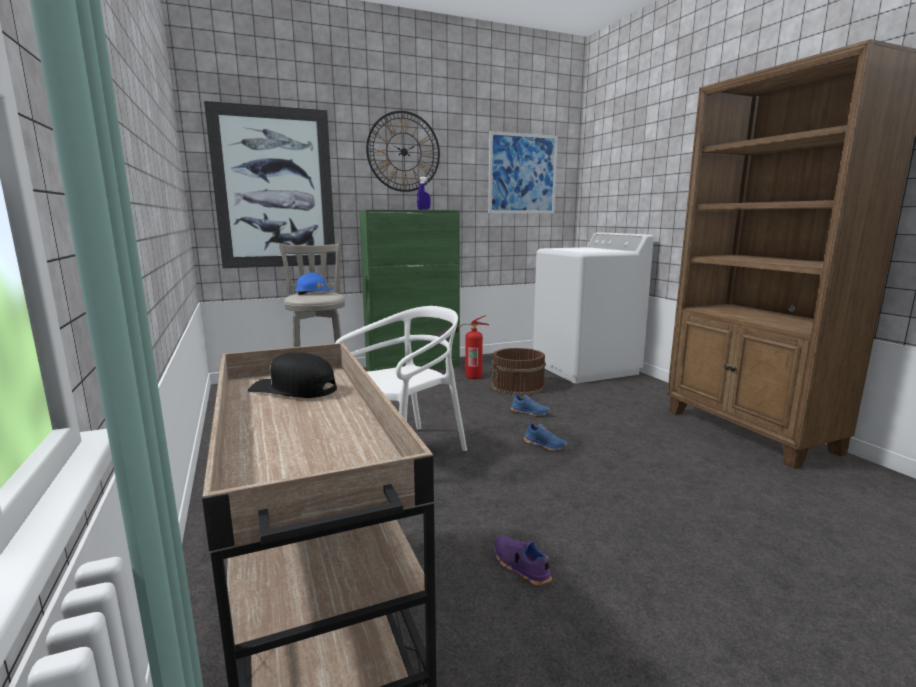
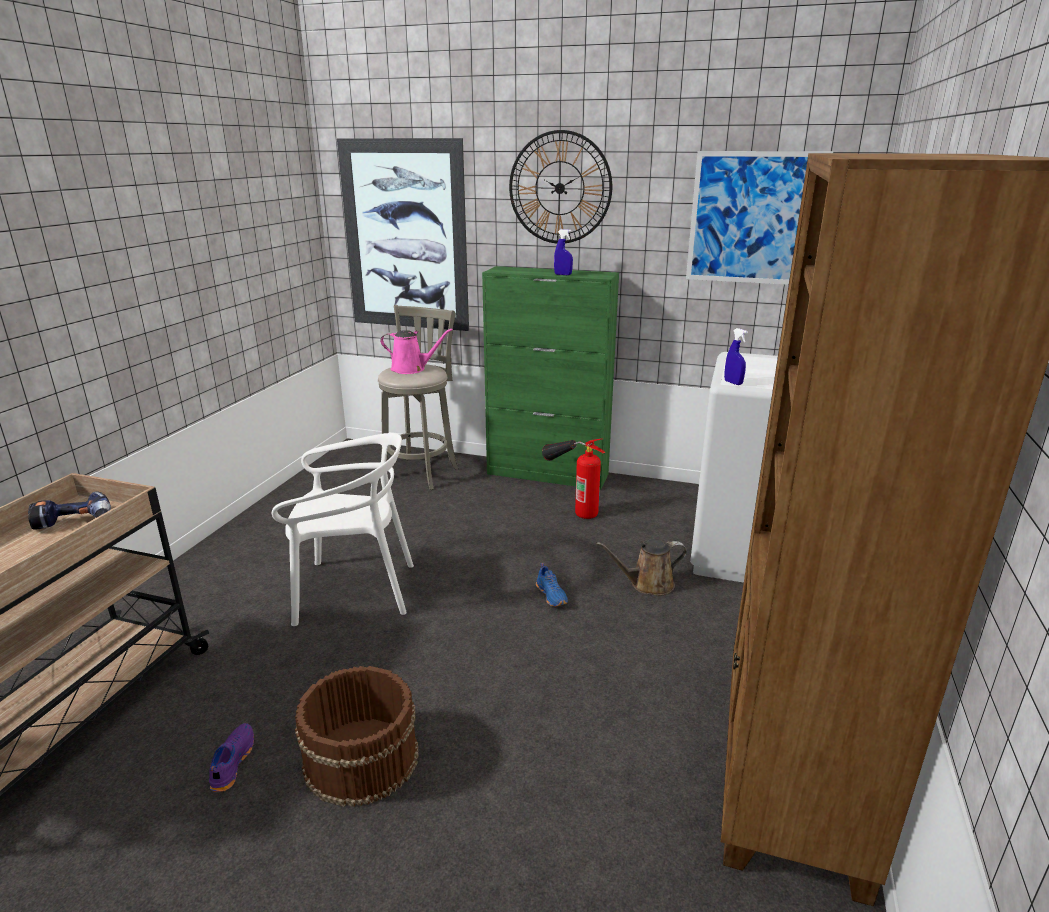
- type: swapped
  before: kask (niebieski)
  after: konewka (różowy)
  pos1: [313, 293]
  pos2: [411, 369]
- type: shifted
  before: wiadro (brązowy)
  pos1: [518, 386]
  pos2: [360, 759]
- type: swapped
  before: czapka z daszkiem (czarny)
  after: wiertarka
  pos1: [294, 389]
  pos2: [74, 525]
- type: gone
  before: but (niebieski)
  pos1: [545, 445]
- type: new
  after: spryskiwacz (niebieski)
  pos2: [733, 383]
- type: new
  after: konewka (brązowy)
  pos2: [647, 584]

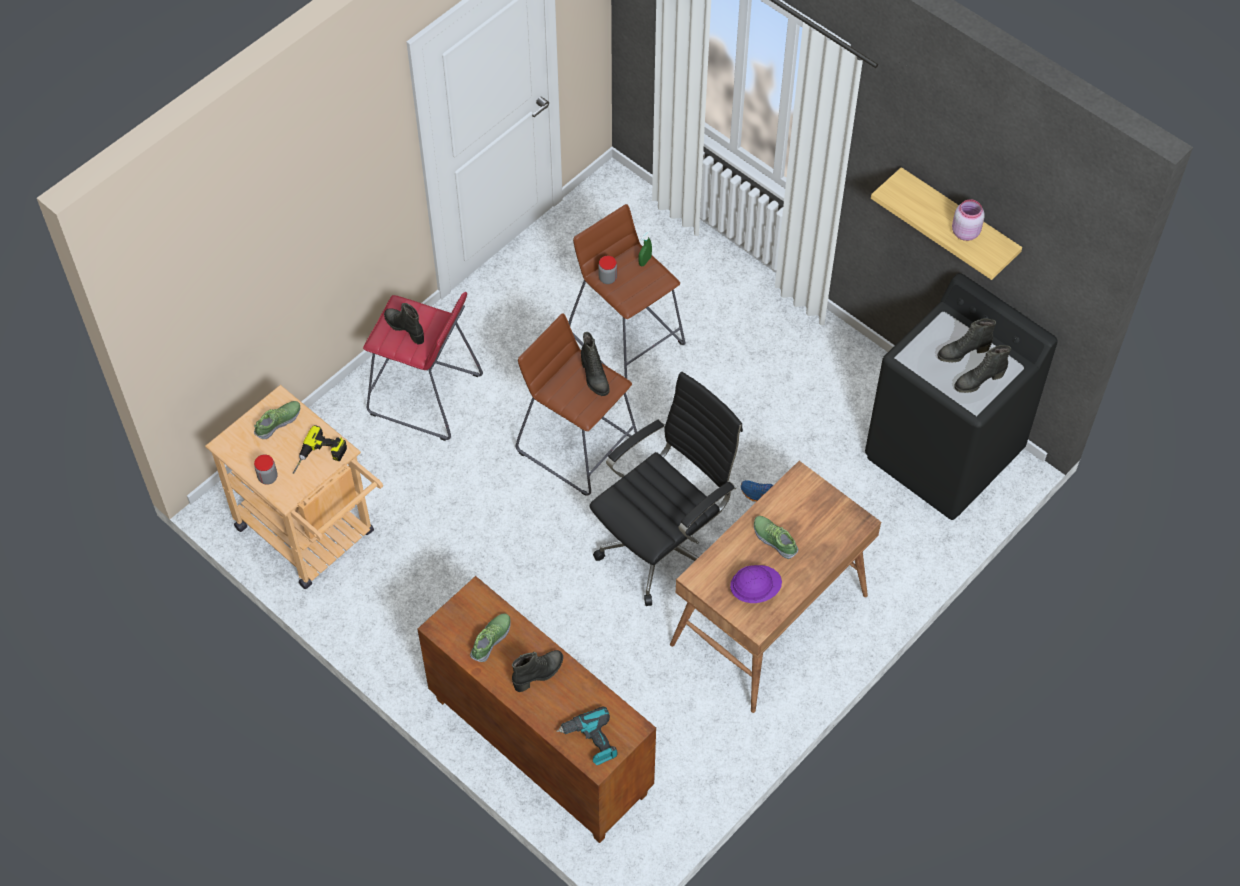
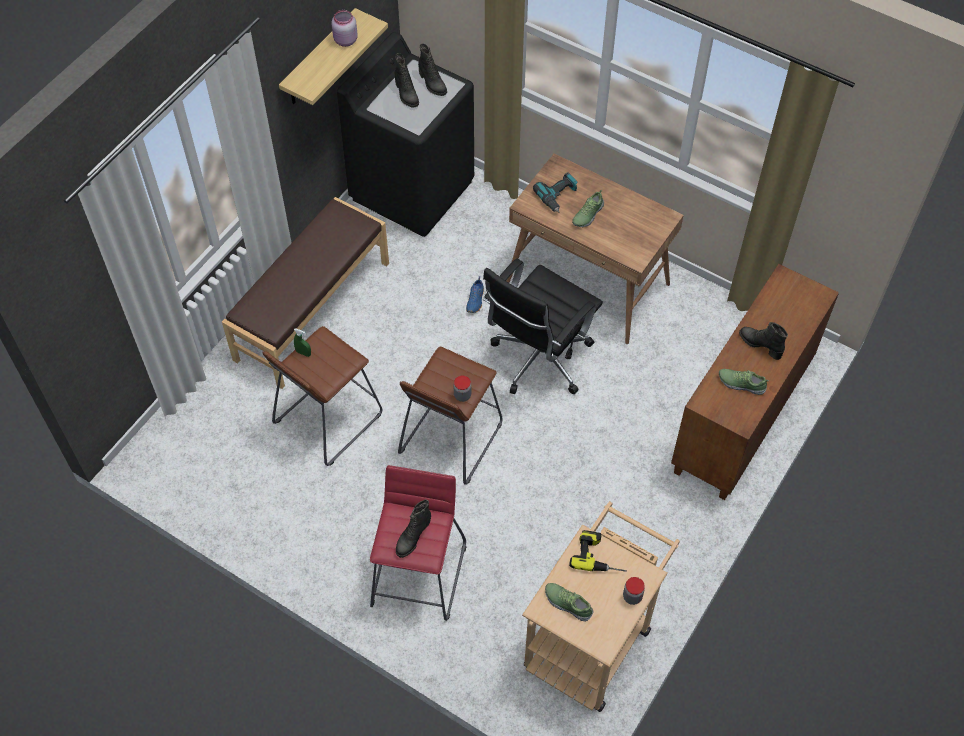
- type: shifted
  before: słoik
  pos1: [607, 278]
  pos2: [462, 395]
- type: gone
  before: but z cholewką (czarny)
  pos1: [594, 377]
- type: rotated
  before: krzesło biurowe (czarny)
  pos1: [663, 546]
  pos2: [538, 361]
  turn: -90
- type: gone
  before: kask (fioletowy)
  pos1: [755, 590]
- type: shifted
  before: wiertarka
  pos1: [591, 741]
  pos2: [558, 196]
- type: new
  after: ławka (brązowy)
  pos2: [311, 310]

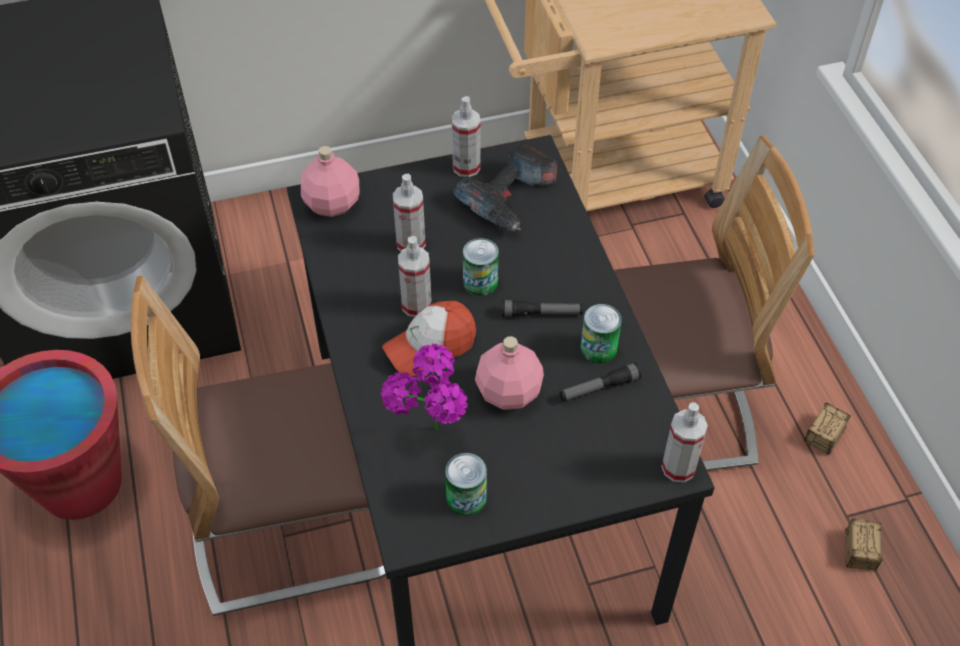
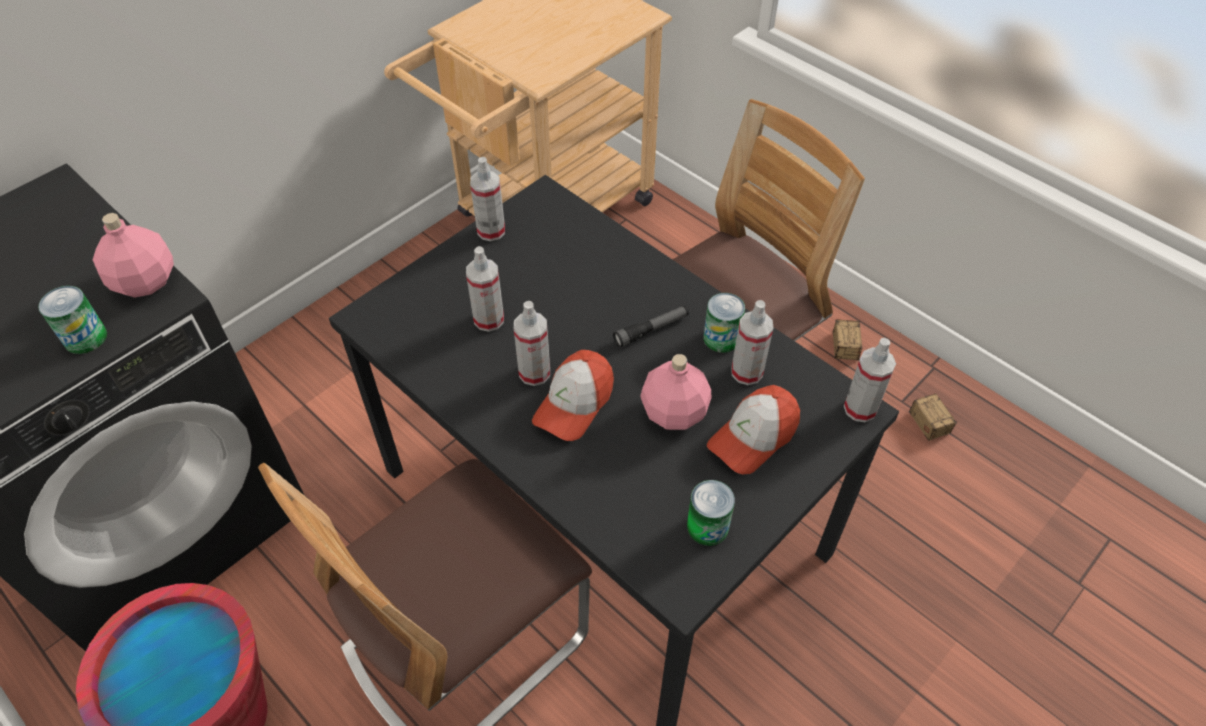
- type: gone
  before: wiertarka
  pos1: [510, 199]
- type: shifted
  before: butelka (różowy)
  pos1: [333, 204]
  pos2: [146, 282]
- type: shifted
  before: puszka
  pos1: [480, 282]
  pos2: [85, 337]
- type: gone
  before: roślina doniczkowa
  pos1: [431, 442]
- type: swapped
  before: latarka
  after: spryskiwacz
  pos1: [599, 388]
  pos2: [747, 372]
- type: new
  after: czapka z daszkiem
  pos2: [753, 437]

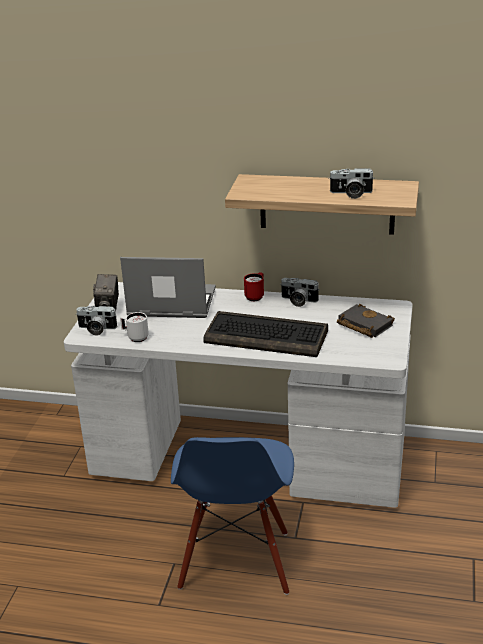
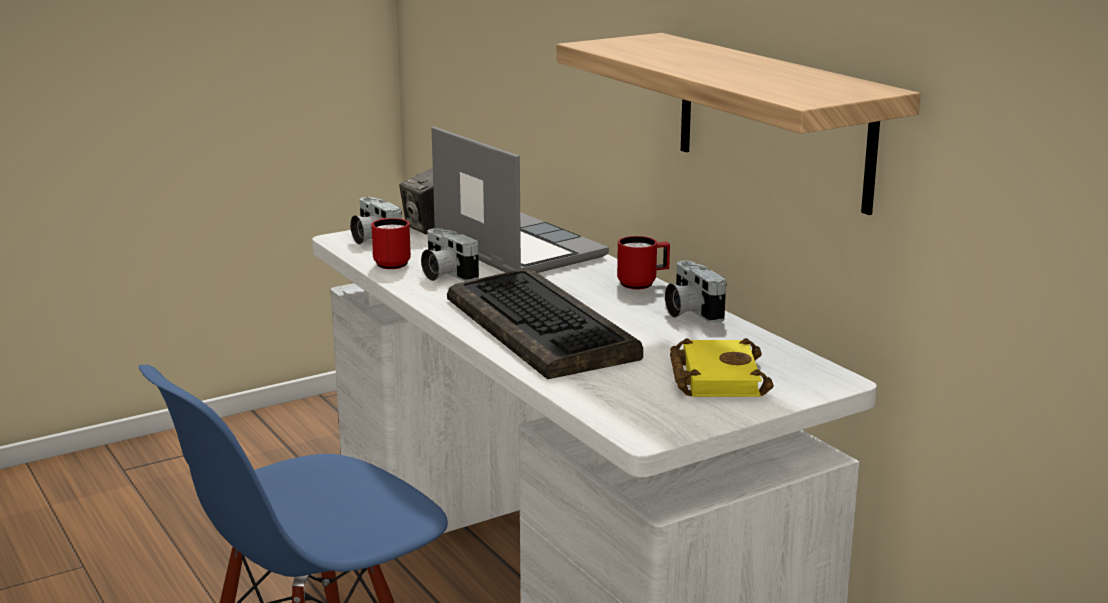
- type: shifted
  before: aparat fotograficzny
  pos1: [351, 194]
  pos2: [444, 274]
- type: repainted
  before: książka (czarny)
  after: książka (żółty)
  pos1: [363, 325]
  pos2: [714, 376]
- type: repainted
  before: kubek (biały)
  after: kubek (czerwony)
  pos1: [135, 337]
  pos2: [390, 262]

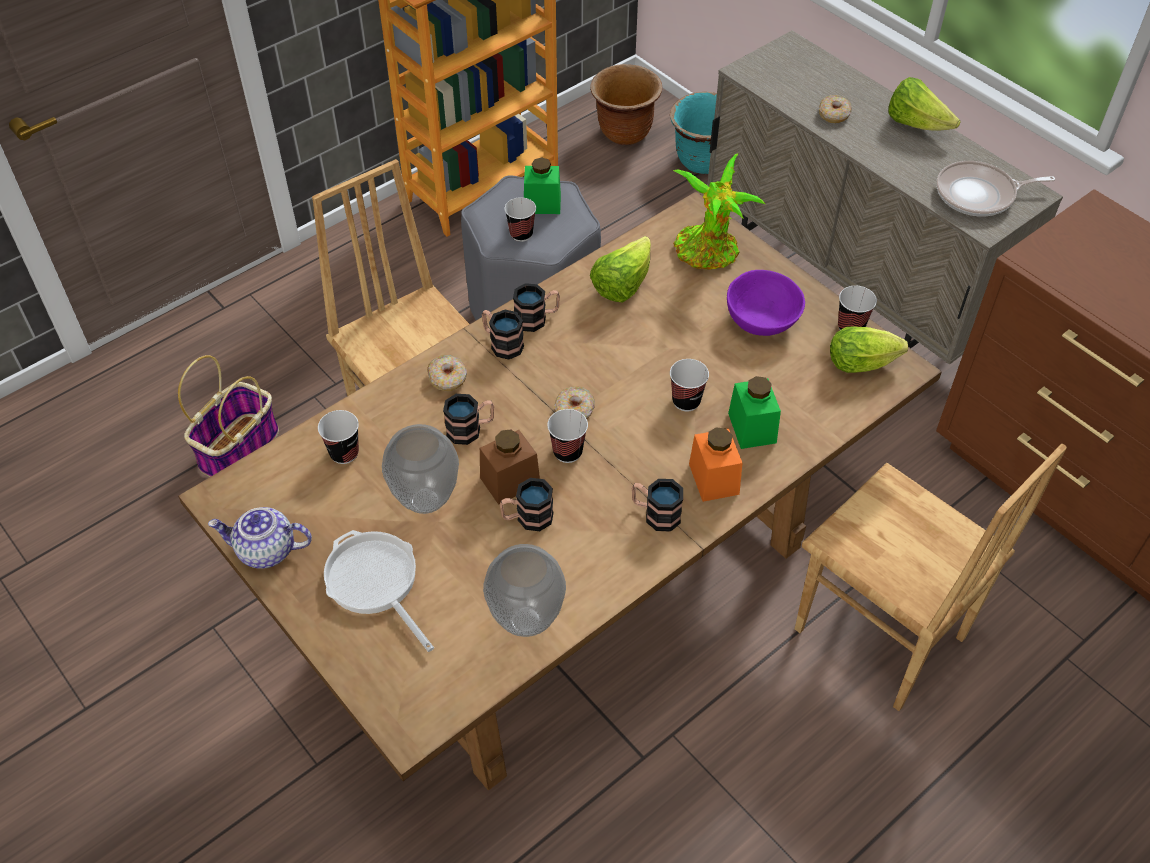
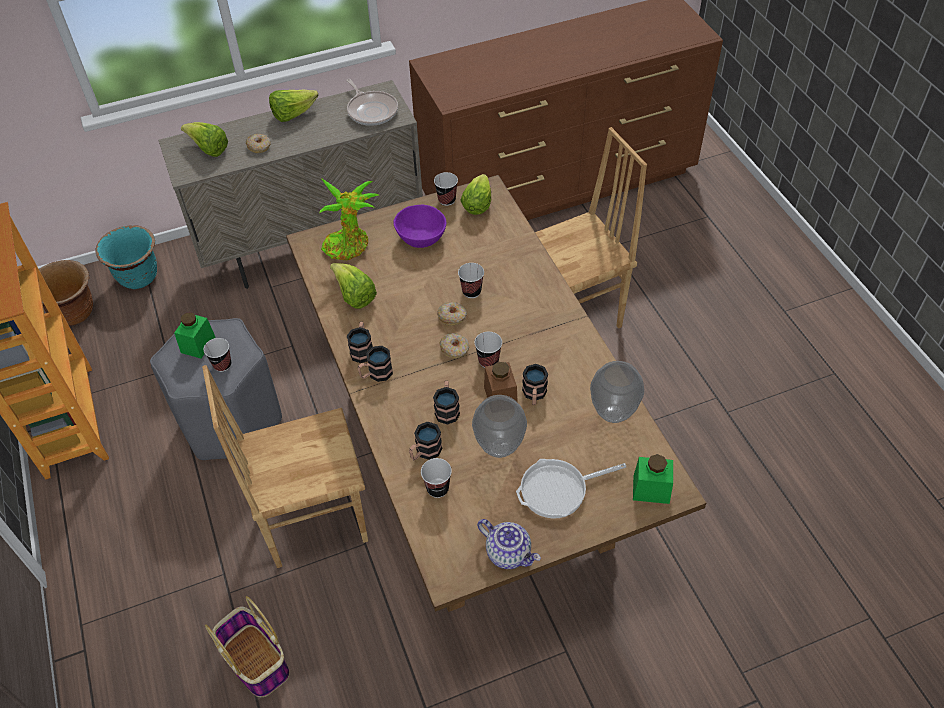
- type: rotated
  before: patelnia
  pos1: [979, 195]
  pos2: [371, 110]
  turn: -45
- type: shifted
  before: donut
  pos1: [448, 378]
  pos2: [452, 317]
- type: shifted
  before: słoik (zielony)
  pos1: [752, 428]
  pos2: [651, 489]
- type: gone
  before: słoik (pomarańczowy)
  pos1: [713, 479]
- type: shifted
  before: kubek
  pos1: [655, 514]
  pos2: [425, 452]
- type: rotated
  before: imbryk
  pos1: [265, 551]
  pos2: [509, 553]
  turn: -75
- type: new
  after: sałata
  pos2: [208, 149]

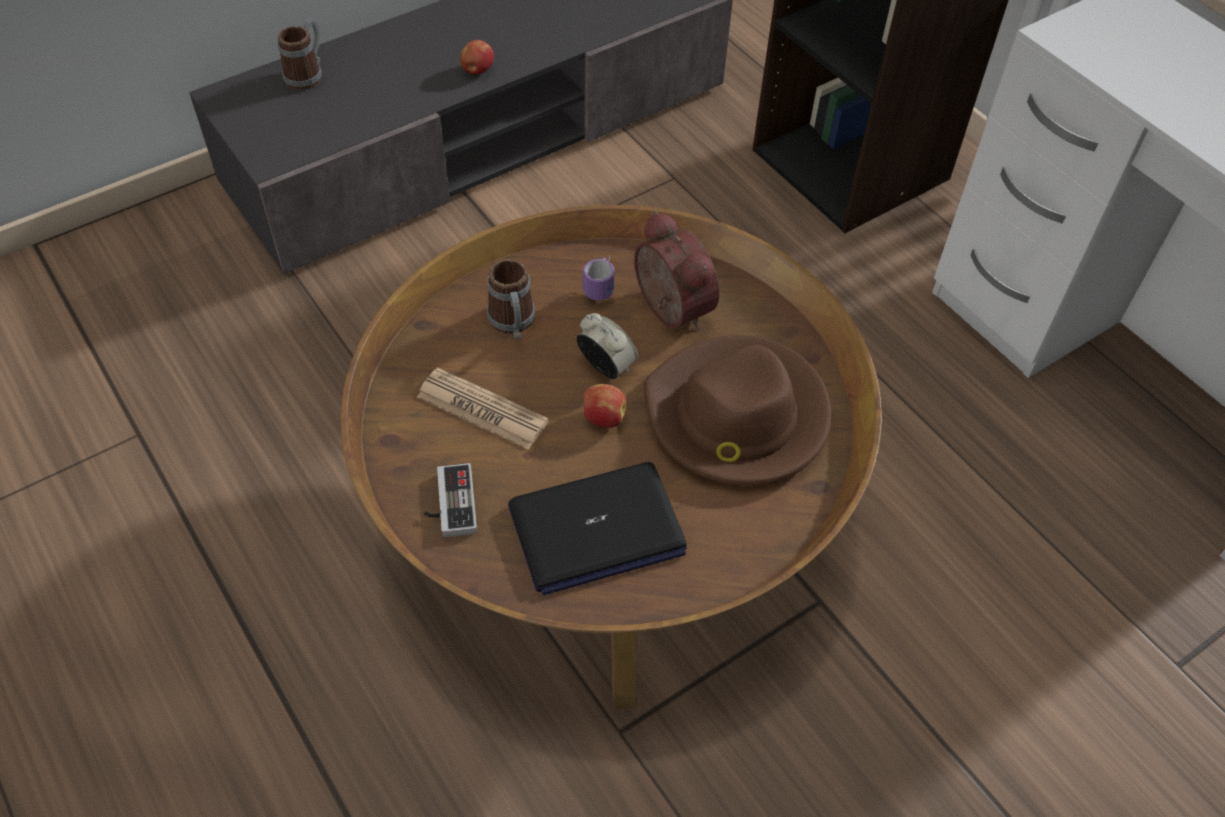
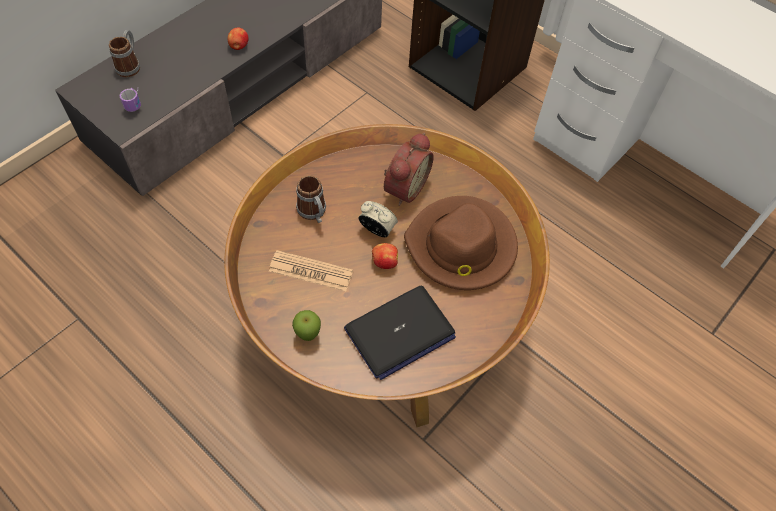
- type: rotated
  before: budzik
  pos1: [668, 310]
  pos2: [404, 187]
  turn: 75
- type: shifted
  before: kubek
  pos1: [602, 283]
  pos2: [136, 102]
- type: swapped
  before: pad do gier
  after: jabłko
  pos1: [449, 504]
  pos2: [308, 335]

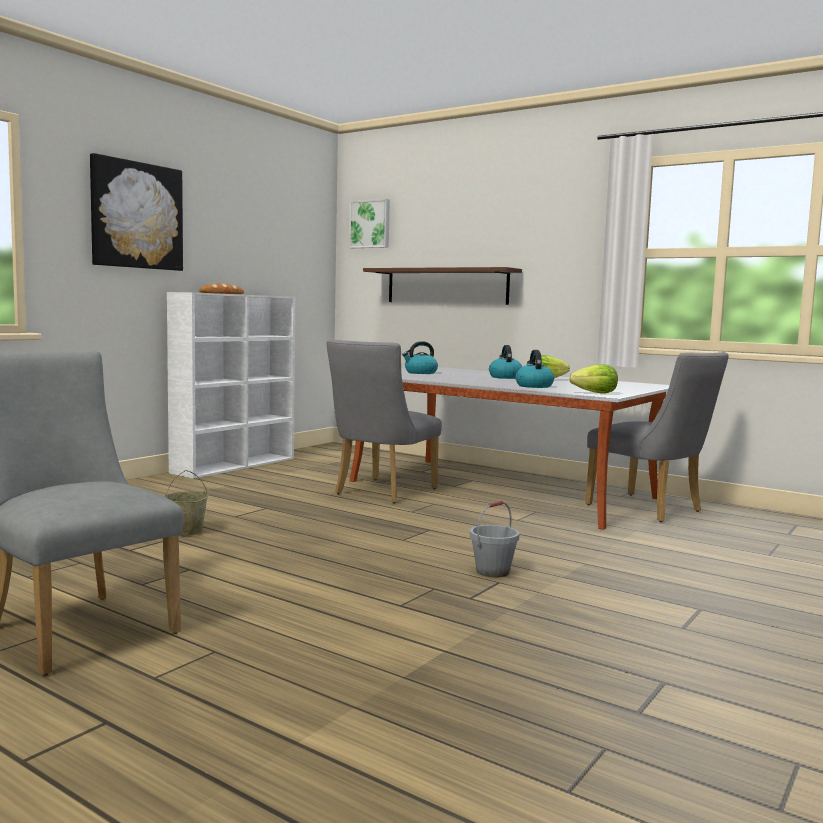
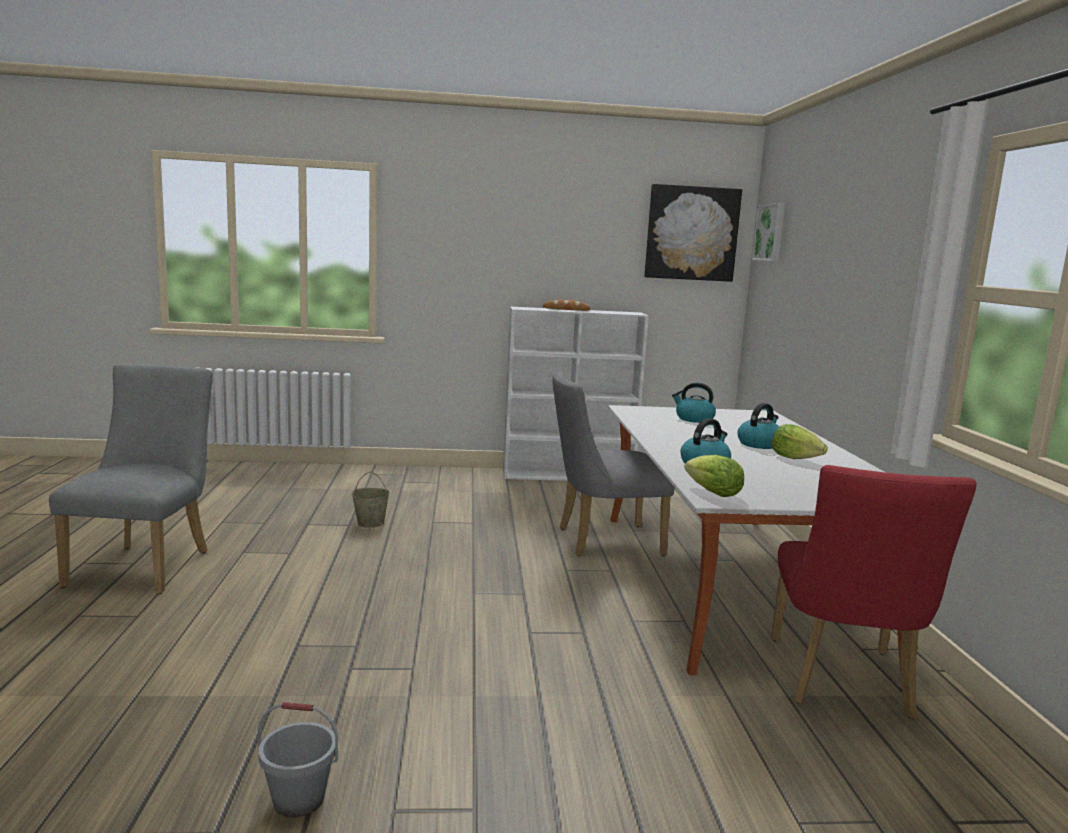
- type: shifted
  before: obraz
  pos1: [136, 215]
  pos2: [691, 233]
- type: gone
  before: półka (brązowy)
  pos1: [446, 286]
- type: repainted
  before: krzesło (szary)
  after: krzesło (czerwony)
  pos1: [651, 509]
  pos2: [842, 683]
- type: shifted
  before: wiadro (szary)
  pos1: [493, 572]
  pos2: [298, 800]

